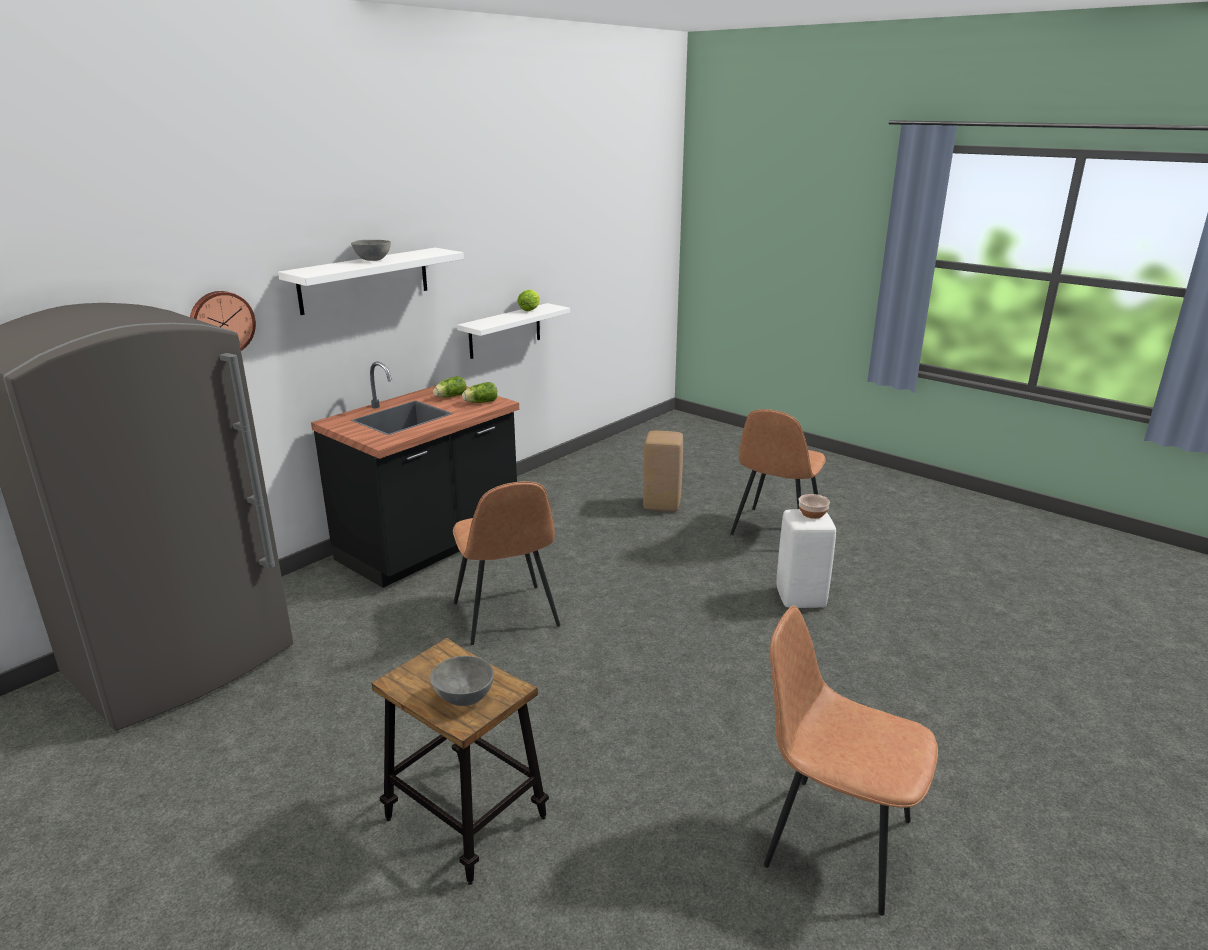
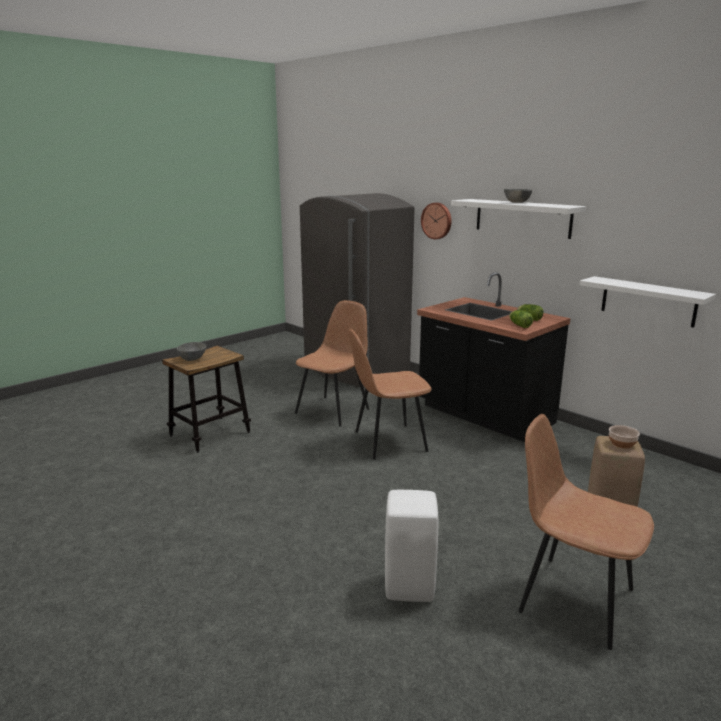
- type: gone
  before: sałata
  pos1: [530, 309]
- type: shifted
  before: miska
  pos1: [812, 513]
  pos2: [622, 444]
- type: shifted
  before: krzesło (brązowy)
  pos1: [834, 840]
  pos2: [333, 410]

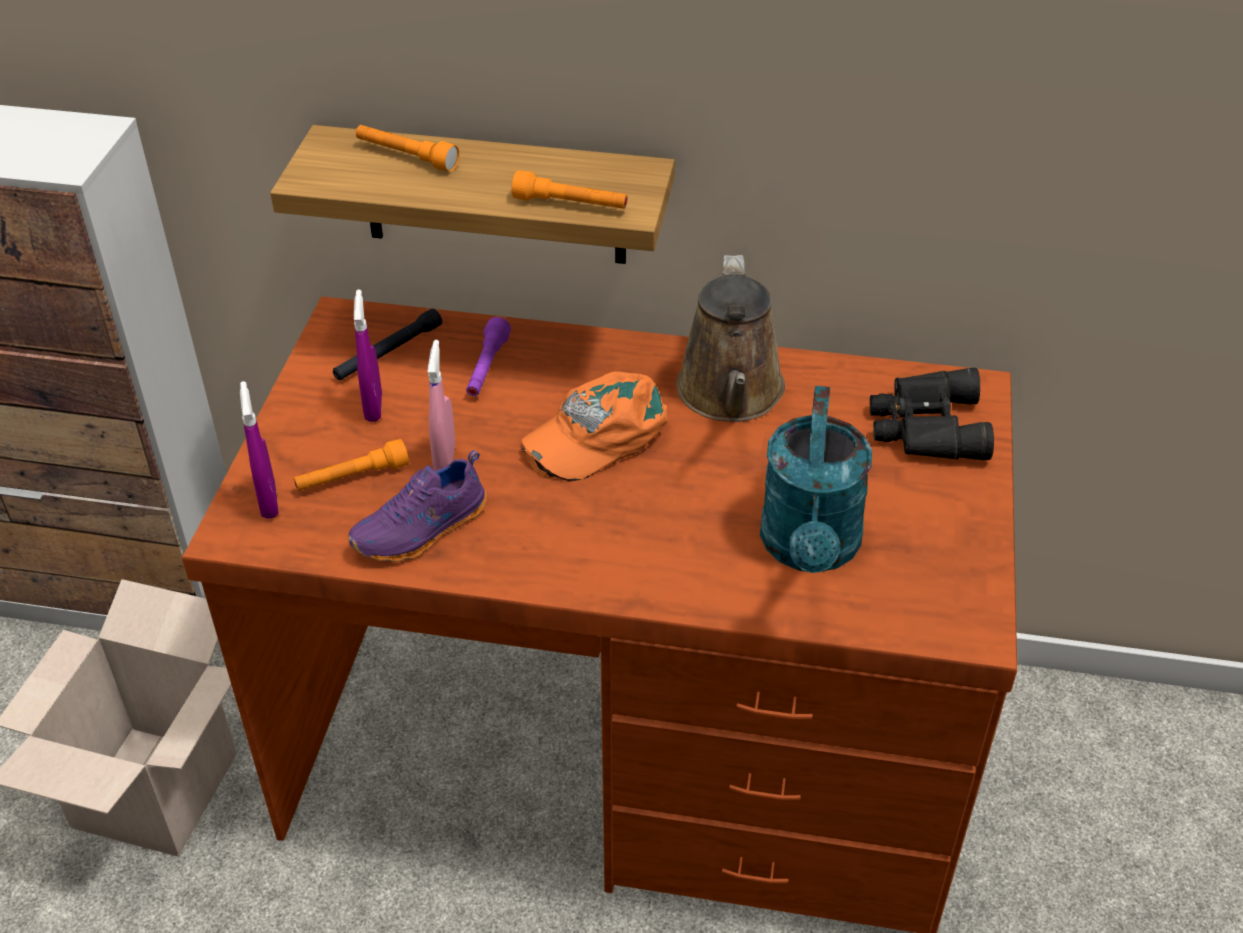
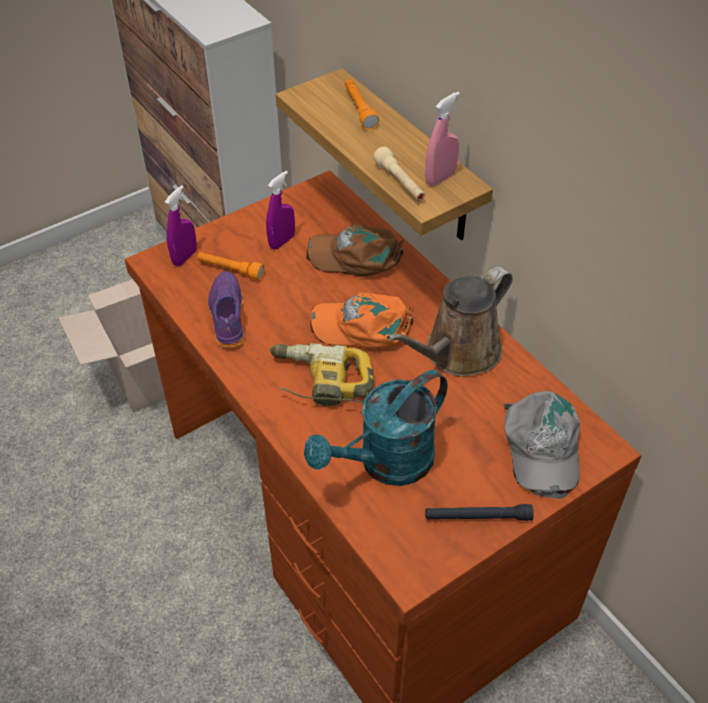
- type: repainted
  before: latarka (pomarańczowy)
  after: latarka (beżowy)
  pos1: [570, 205]
  pos2: [400, 182]
- type: shifted
  before: latarka (czarny)
  pos1: [388, 352]
  pos2: [478, 517]
- type: swapped
  before: latarka (fioletowy)
  after: czapka z daszkiem (brązowy)
  pos1: [487, 368]
  pos2: [356, 256]
- type: shifted
  before: spryskiwacz (różowy)
  pos1: [445, 459]
  pos2: [440, 178]
- type: swapped
  before: lornetka (czarny)
  after: czapka z daszkiem (szary)
  pos1: [925, 427]
  pos2: [541, 448]
- type: rotated
  before: but (fioletowy)
  pos1: [422, 531]
  pos2: [226, 317]
  turn: 75
- type: new
  after: wiertarka
  pos2: [321, 383]

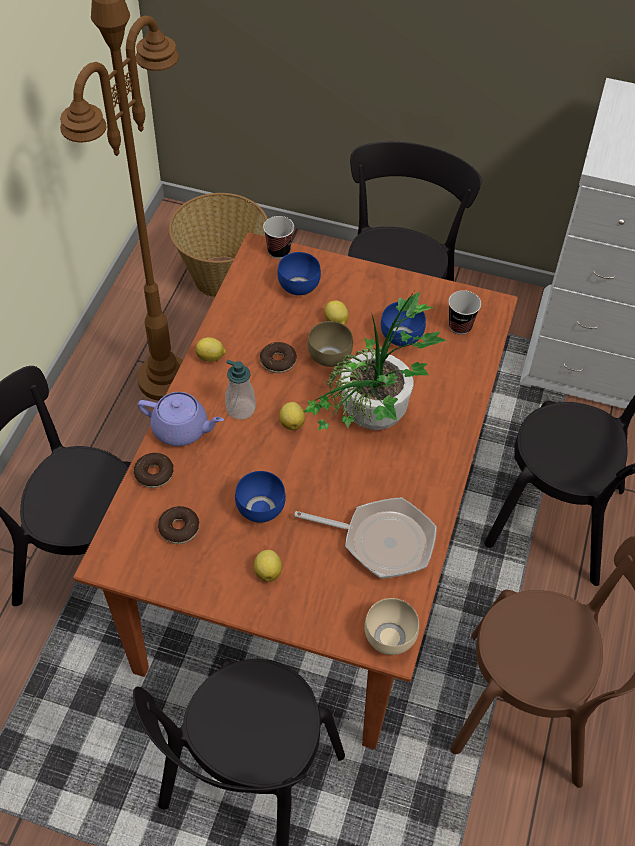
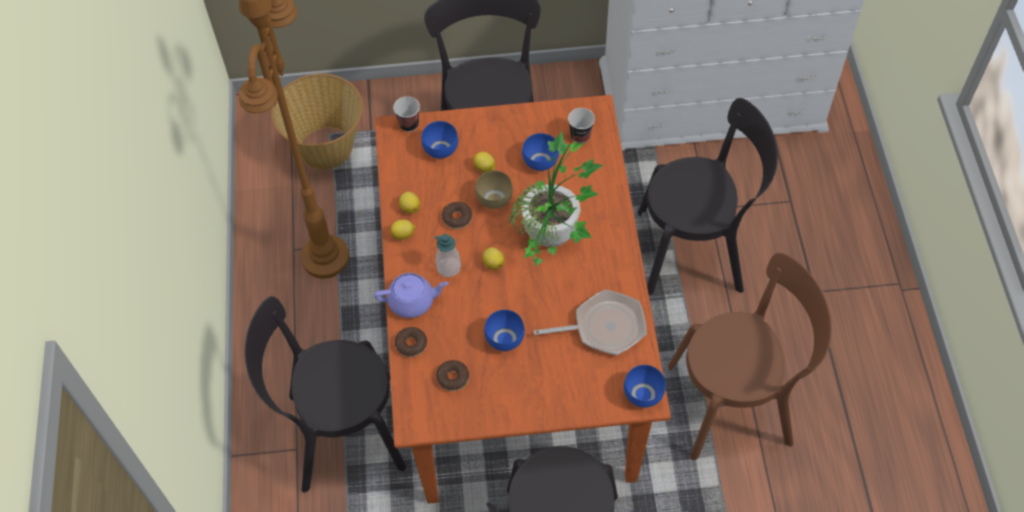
- type: shifted
  before: cytryna
  pos1: [268, 571]
  pos2: [410, 207]
- type: repainted
  before: miska (beżowy)
  after: miska (niebieski)
  pos1: [391, 638]
  pos2: [644, 394]

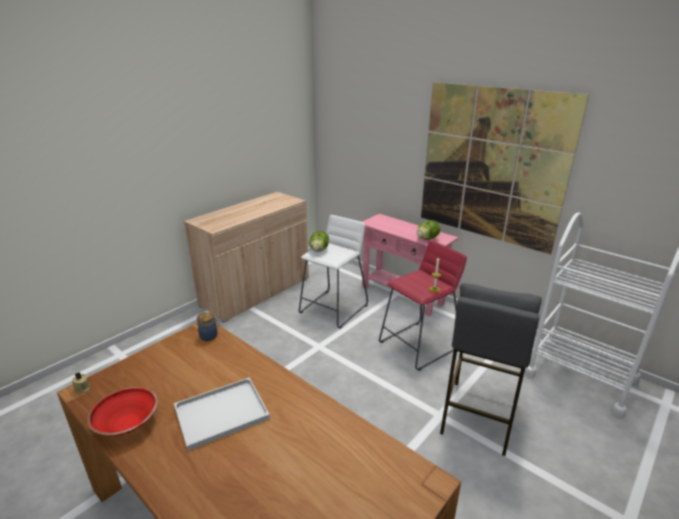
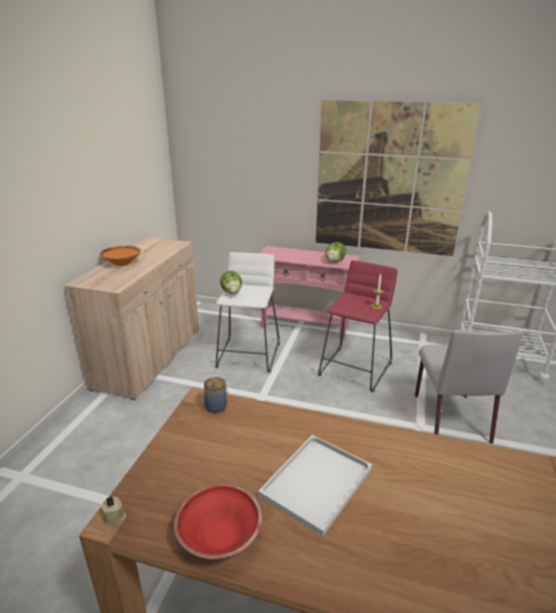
- type: swapped
  before: stołek (szary)
  after: krzesło (szary)
  pos1: [478, 416]
  pos2: [450, 417]
- type: new
  after: miska (pomarańczowy)
  pos2: [122, 263]

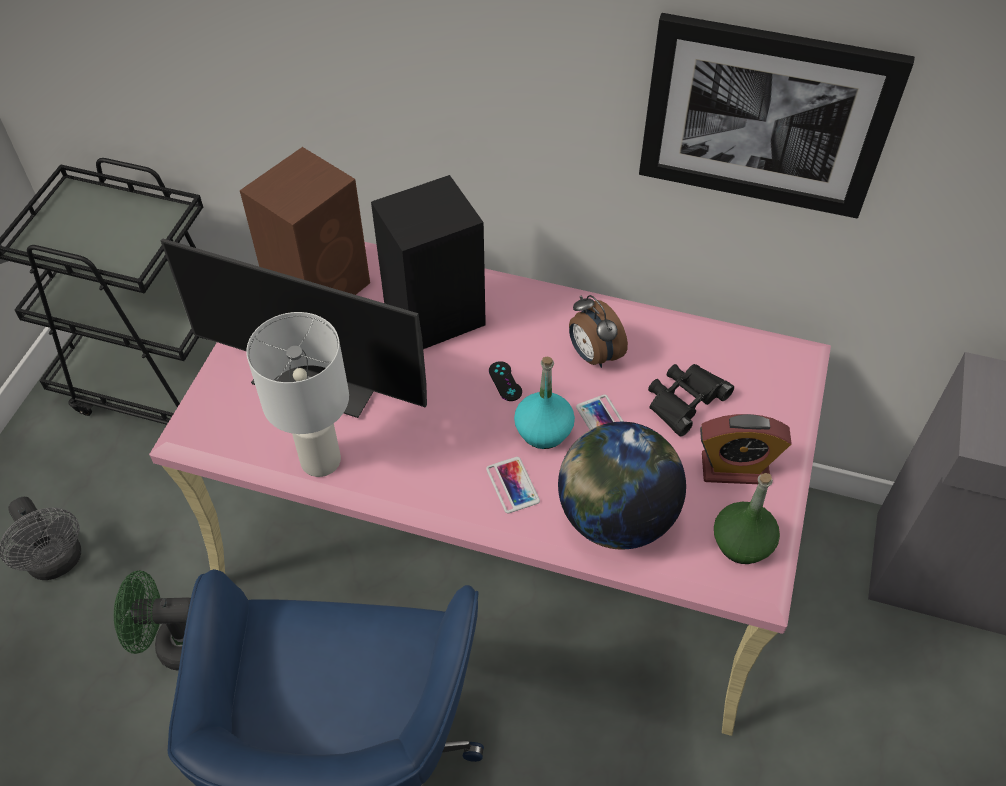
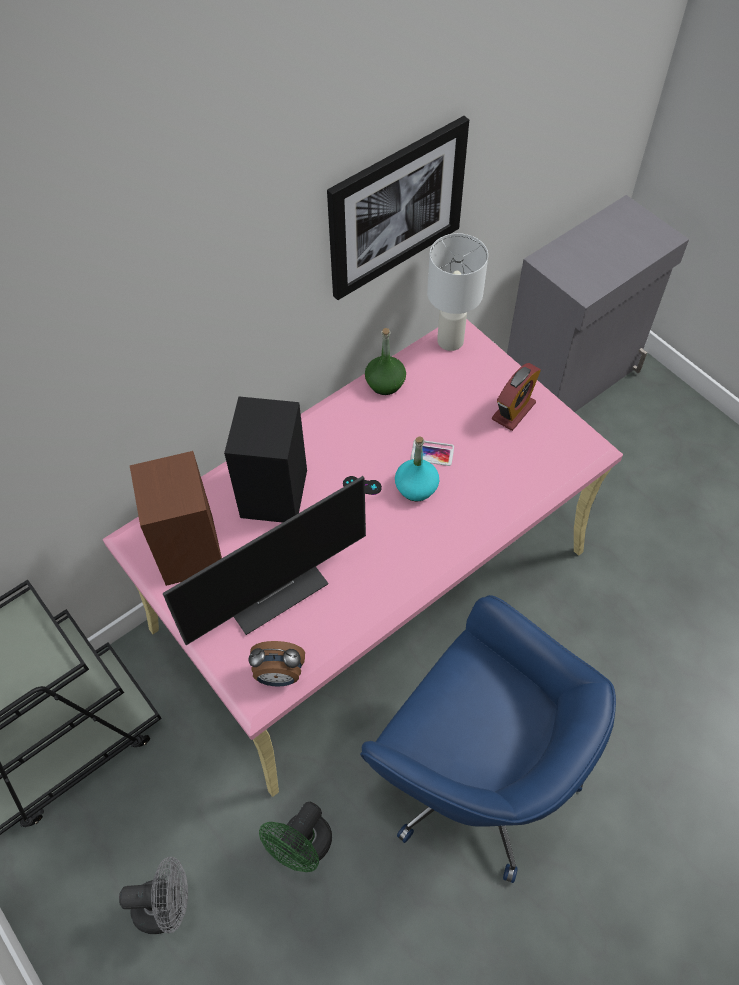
- type: shifted
  before: budzik
  pos1: [593, 355]
  pos2: [279, 675]
- type: shifted
  before: lampa stołowa (biały)
  pos1: [320, 459]
  pos2: [449, 341]
- type: gone
  before: lornetka (czarny)
  pos1: [684, 400]
- type: gone
  before: globus
  pos1: [615, 517]
- type: gone
  before: telefon
  pos1: [512, 485]
- type: shifted
  before: butelka (zielony)
  pos1: [742, 543]
  pos2: [385, 383]

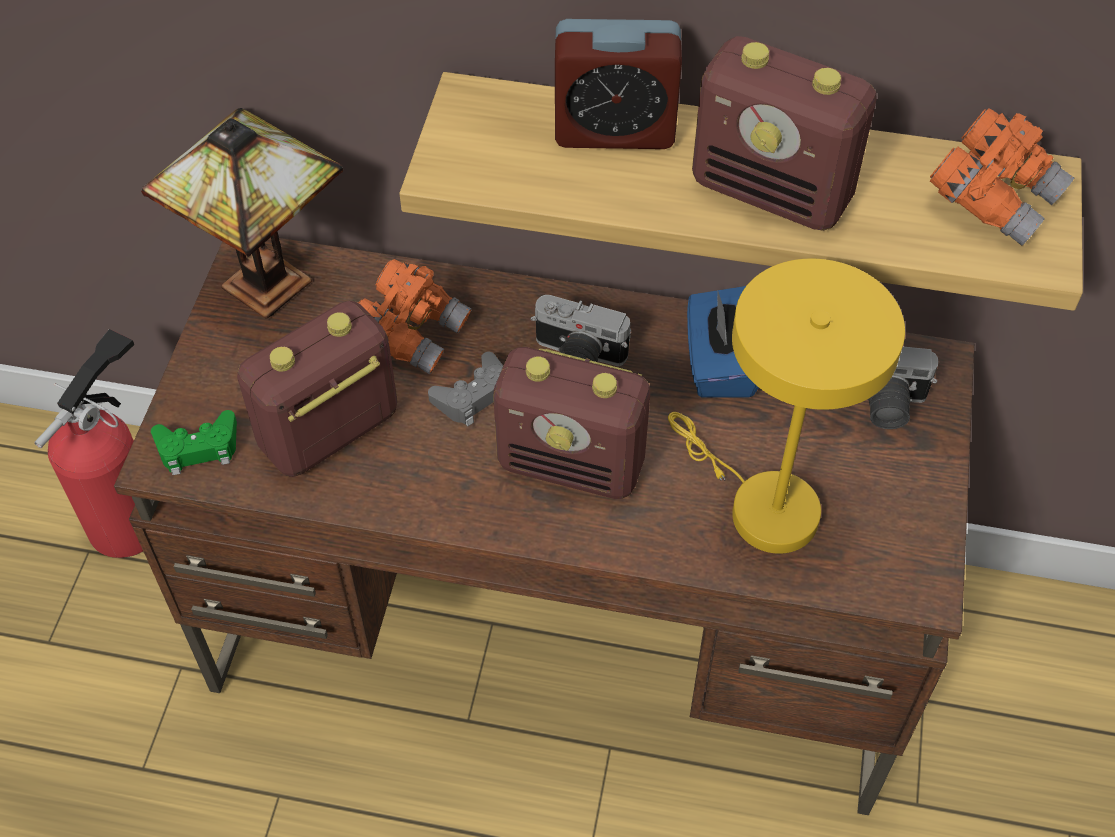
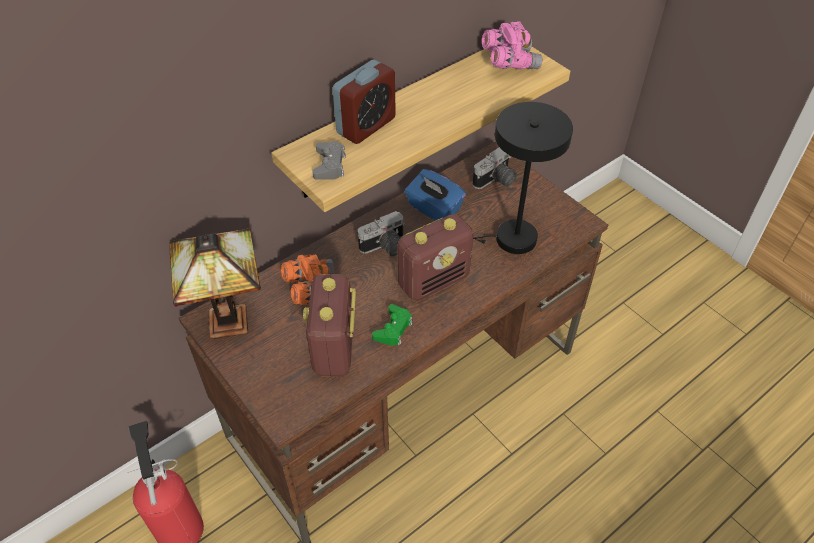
- type: gone
  before: radio
  pos1: [773, 192]
- type: repainted
  before: lornetka (pomarańczowy)
  after: lornetka (różowy)
  pos1: [994, 198]
  pos2: [509, 62]
- type: repainted
  before: lampa stołowa (żółty)
  after: lampa stołowa (czarny)
  pos1: [761, 506]
  pos2: [508, 240]
- type: shifted
  before: pad do gier (szary)
  pos1: [474, 396]
  pos2: [329, 165]
- type: shifted
  before: pad do gier (zielony)
  pos1: [198, 448]
  pos2: [393, 329]

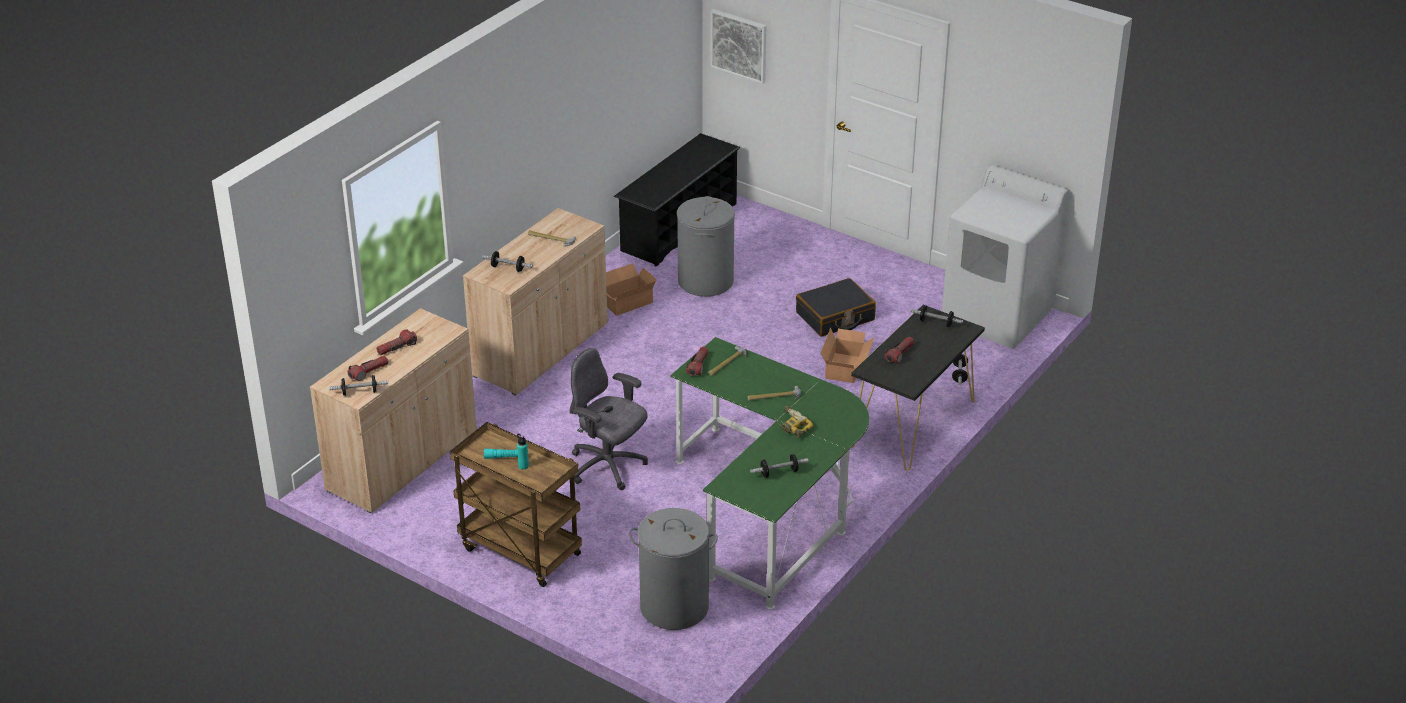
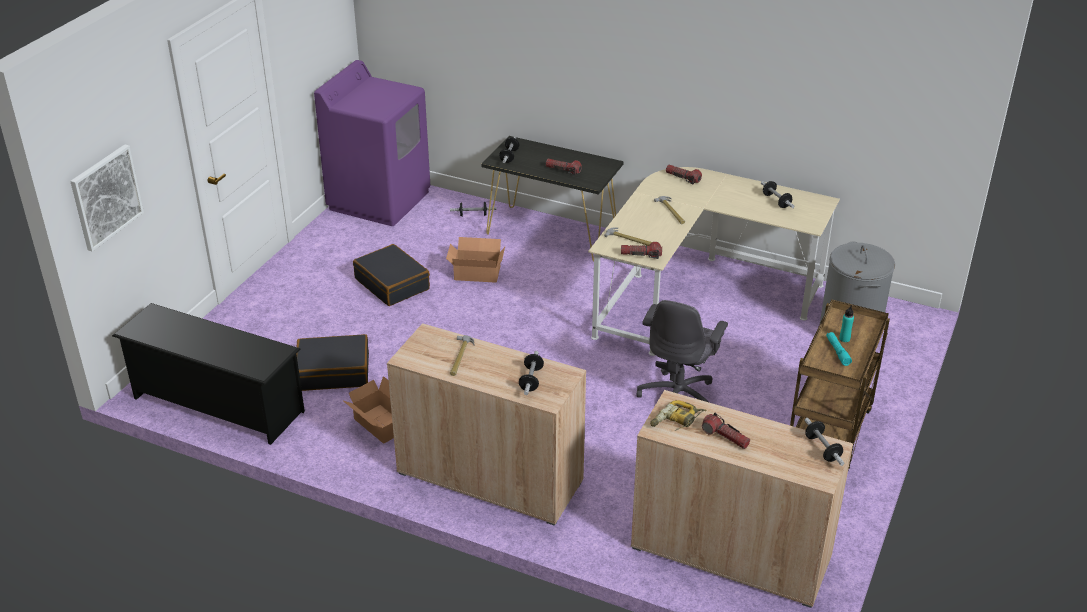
- type: repainted
  before: pralka (biały)
  after: pralka (fioletowy)
  pos1: [997, 316]
  pos2: [379, 200]
- type: swapped
  before: kosz na pranie (szary)
  after: walizka (czarny)
  pos1: [705, 281]
  pos2: [333, 372]
- type: repainted
  before: biurko (zielony)
  after: biurko (beżowy)
  pos1: [772, 509]
  pos2: [697, 295]
- type: shifted
  before: latarka
  pos1: [368, 372]
  pos2: [683, 178]
- type: shifted
  before: wiertarka
  pos1: [791, 426]
  pos2: [676, 421]

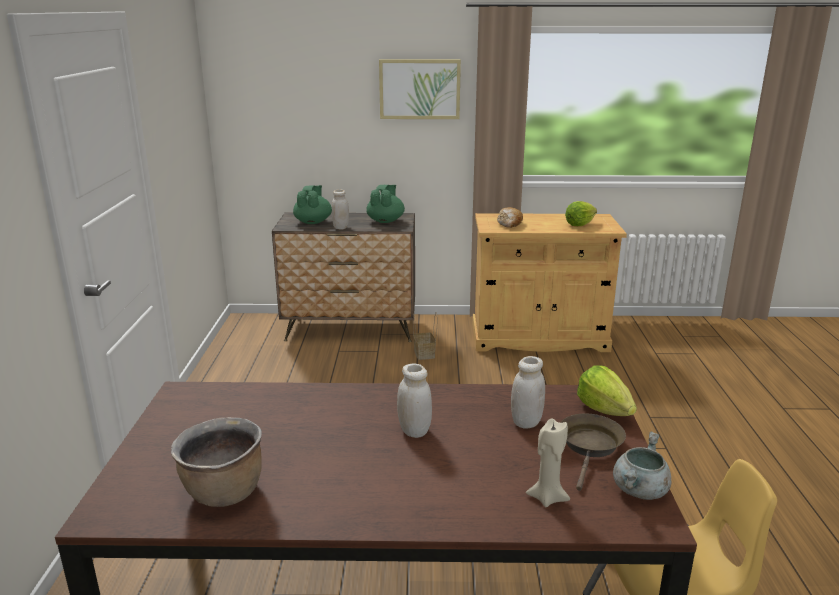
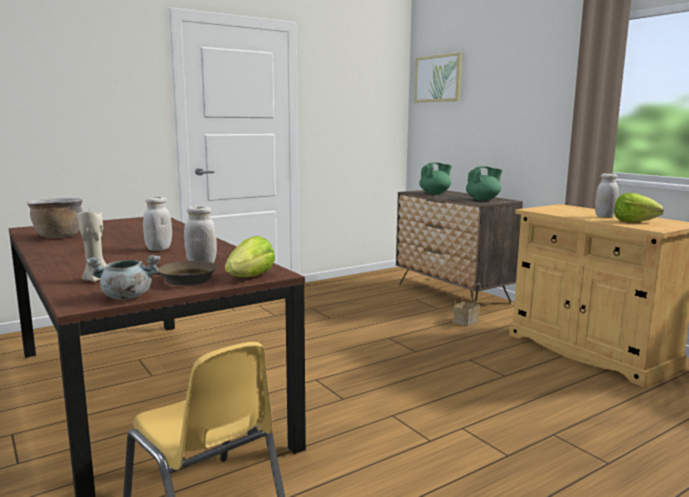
- type: shifted
  before: obraz
  pos1: [419, 89]
  pos2: [438, 78]
- type: shifted
  before: słoik (biały)
  pos1: [341, 227]
  pos2: [605, 216]
- type: gone
  before: chleb
  pos1: [510, 224]

